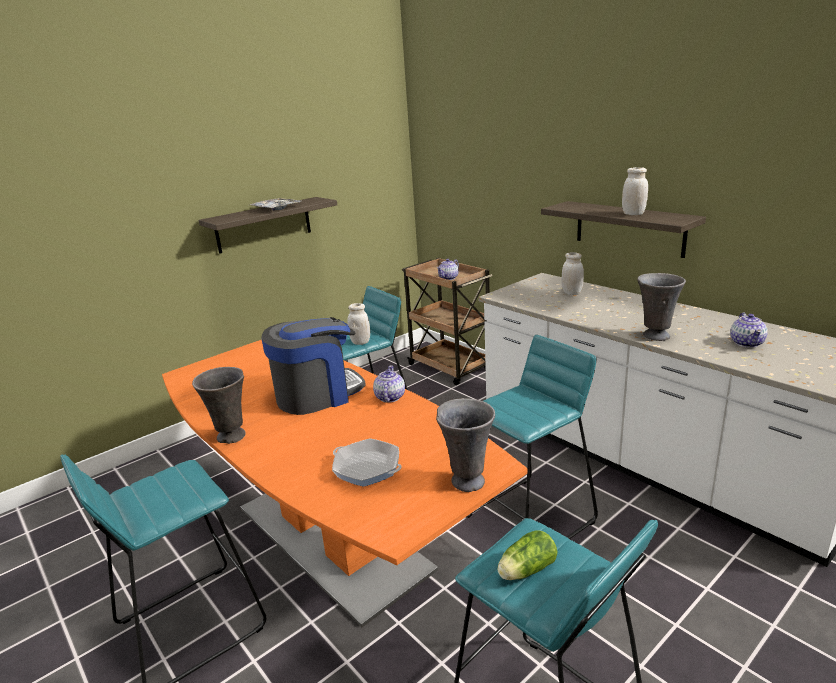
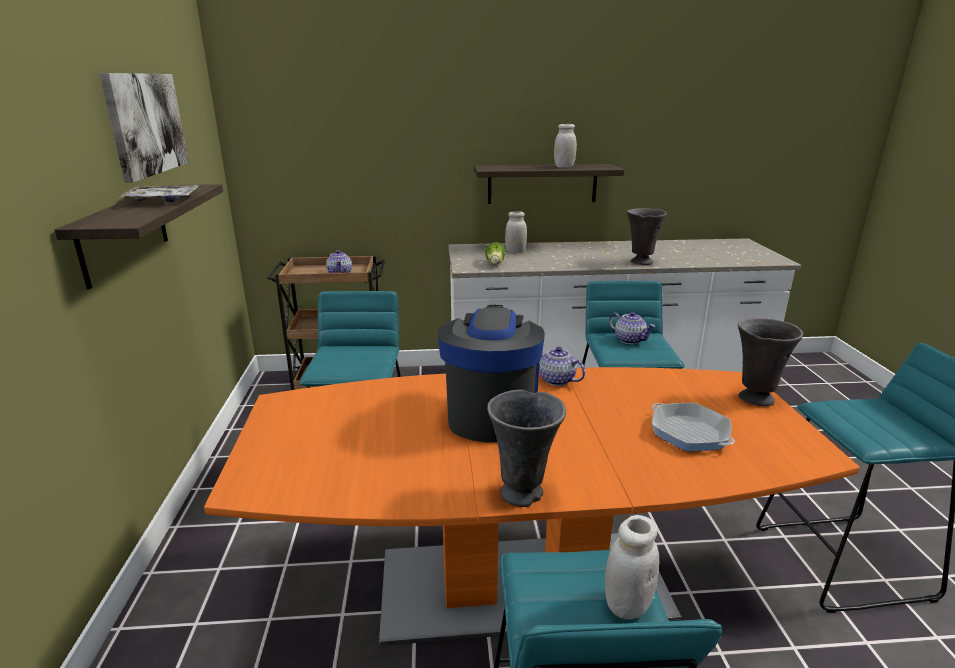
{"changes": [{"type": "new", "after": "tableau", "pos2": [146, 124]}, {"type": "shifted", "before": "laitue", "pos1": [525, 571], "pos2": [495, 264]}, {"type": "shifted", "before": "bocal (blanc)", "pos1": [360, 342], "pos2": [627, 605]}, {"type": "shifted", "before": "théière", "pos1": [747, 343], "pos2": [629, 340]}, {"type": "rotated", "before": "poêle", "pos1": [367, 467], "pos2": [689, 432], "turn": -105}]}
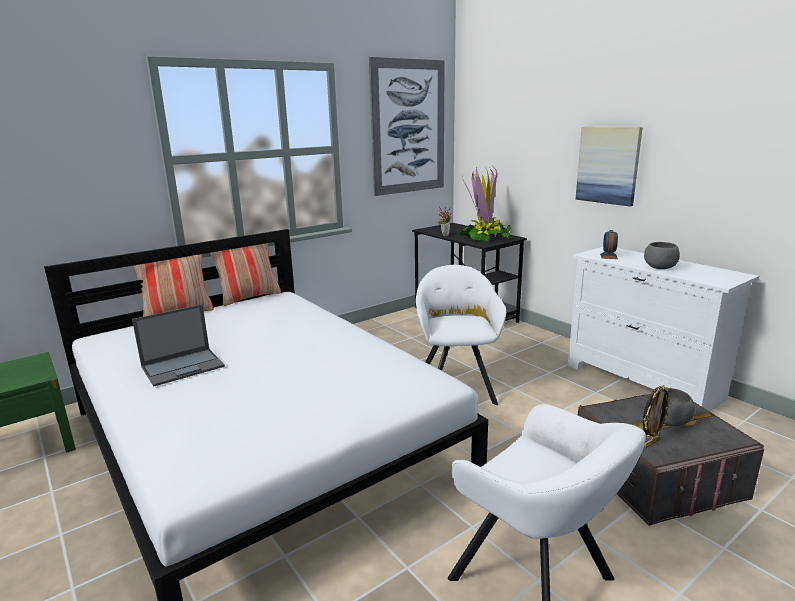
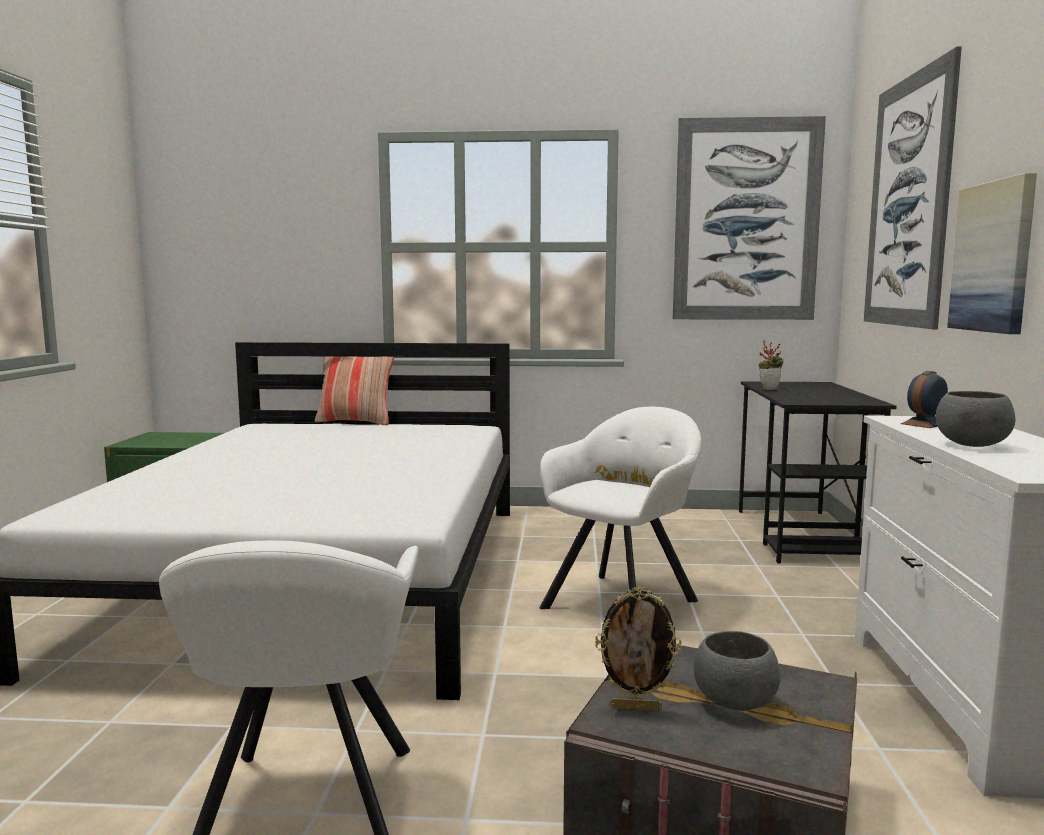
{"changes": [{"type": "new", "after": "tableau", "pos2": [908, 202]}, {"type": "gone", "before": "ordinateur portable", "pos1": [184, 366]}, {"type": "gone", "before": "coussin", "pos1": [249, 297]}, {"type": "gone", "before": "plante en pot", "pos1": [484, 237]}]}
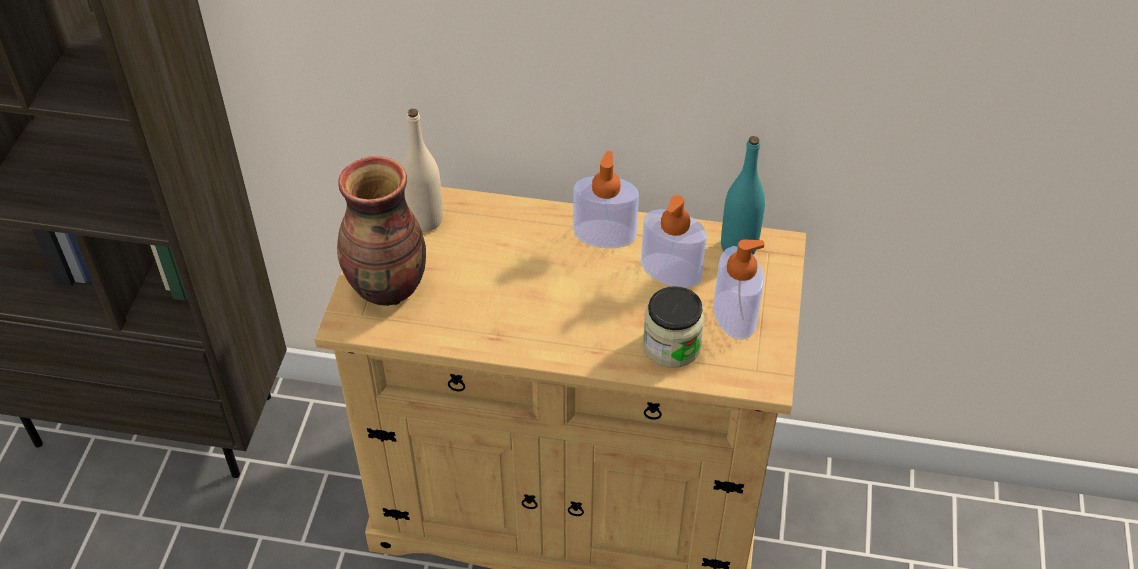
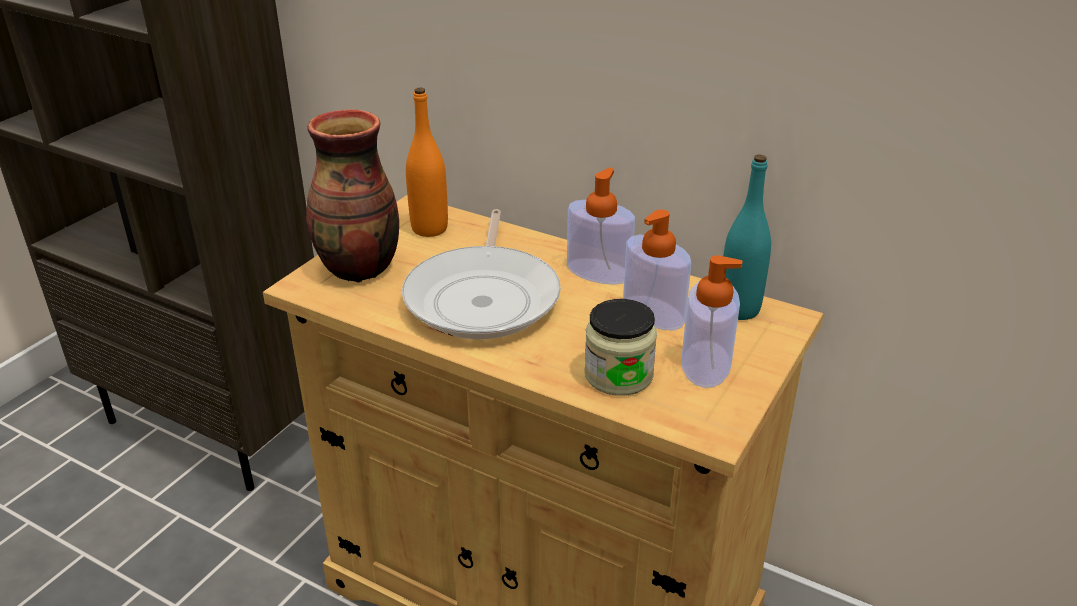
{"changes": [{"type": "new", "after": "poêle", "pos2": [484, 297]}, {"type": "repainted", "before": "bouteille (beige)", "after": "bouteille (orange)", "pos1": [425, 220], "pos2": [429, 229]}]}
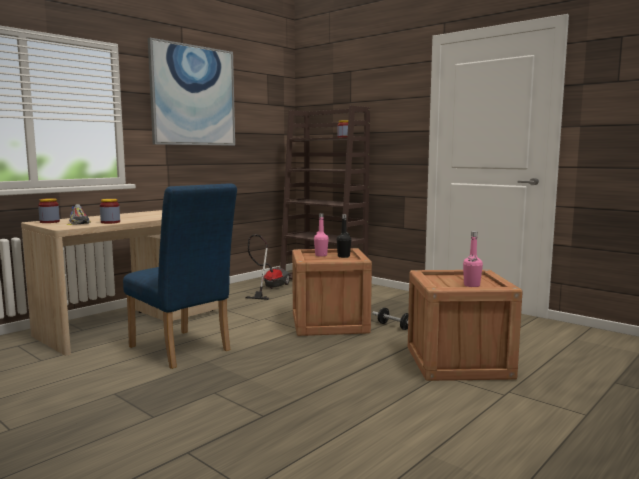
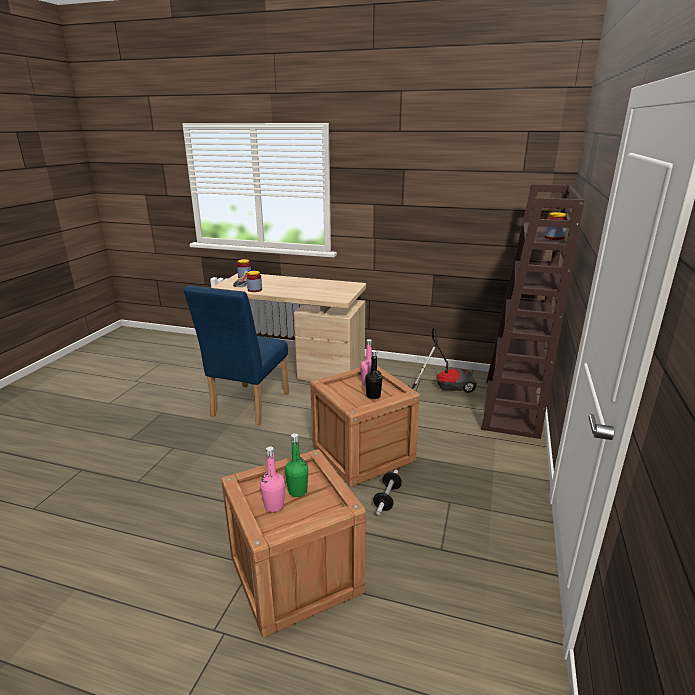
{"changes": [{"type": "new", "after": "bouteille (vert)", "pos2": [297, 491]}, {"type": "gone", "before": "tableau", "pos1": [193, 96]}]}
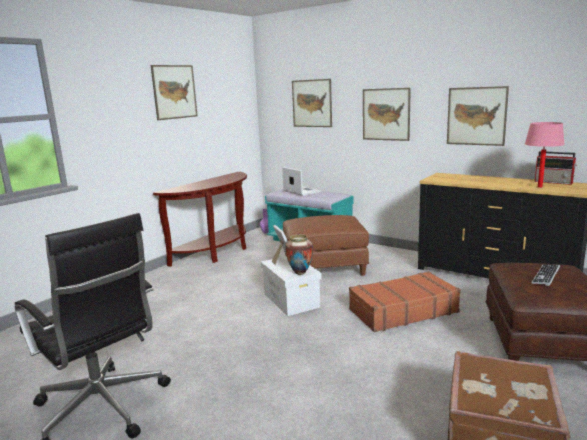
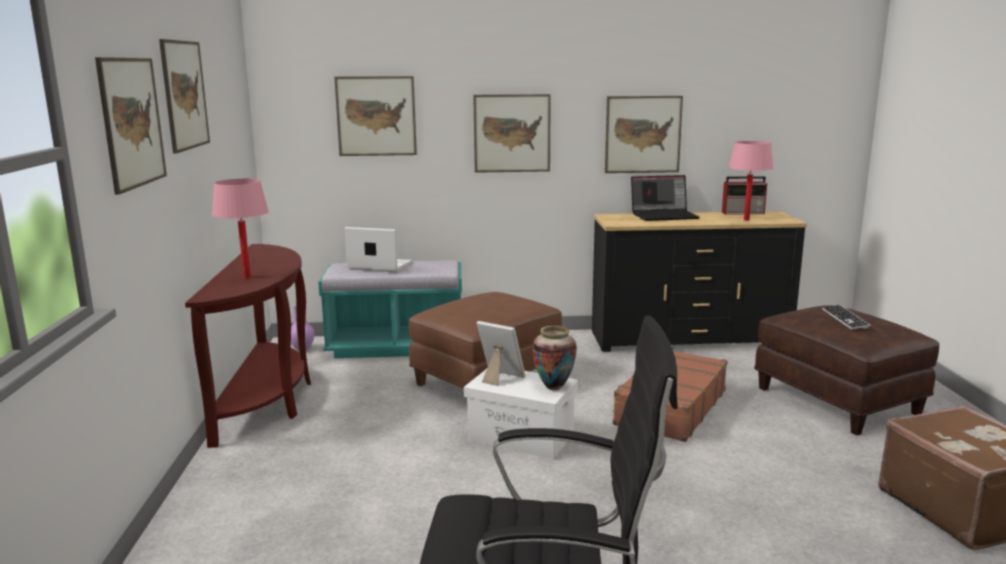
{"changes": [{"type": "new", "after": "tableau", "pos2": [132, 122]}, {"type": "new", "after": "lampe de table (rose)", "pos2": [247, 277]}, {"type": "new", "after": "ordinateur portable", "pos2": [664, 215]}]}
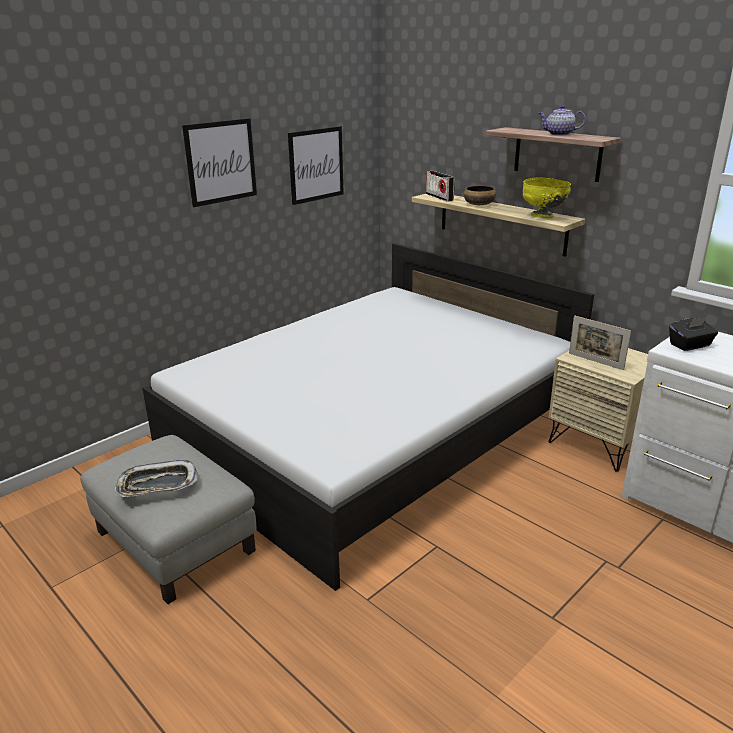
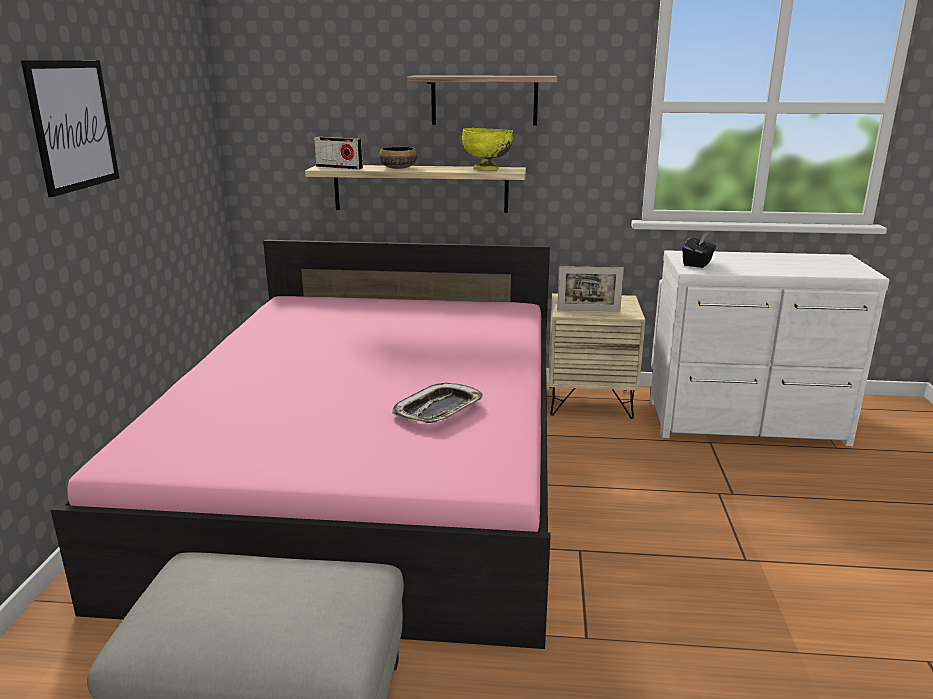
{"changes": [{"type": "repainted", "before": "lit (blanc)", "after": "lit (rose)", "pos1": [372, 432], "pos2": [370, 470]}, {"type": "shifted", "before": "plateau", "pos1": [157, 484], "pos2": [439, 410]}, {"type": "gone", "before": "tableau", "pos1": [316, 165]}, {"type": "gone", "before": "théière", "pos1": [558, 134]}]}
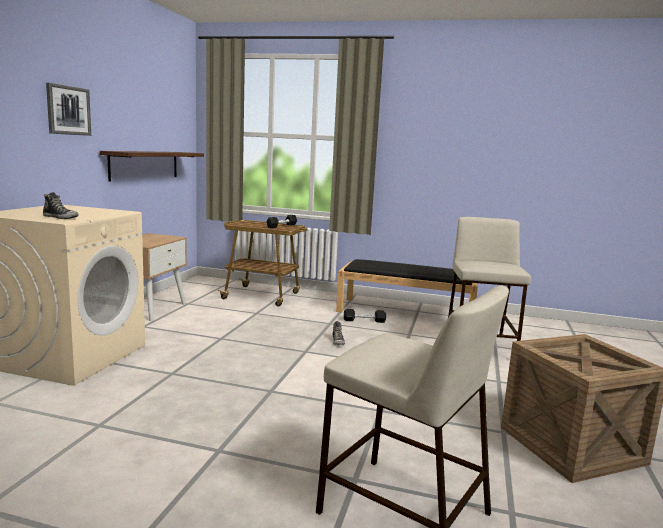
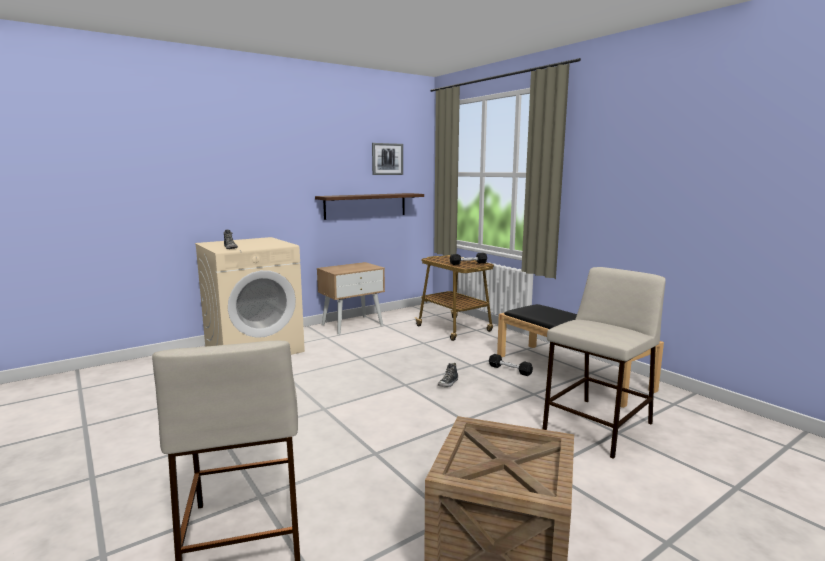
{"changes": [{"type": "shifted", "before": "tableau", "pos1": [68, 110], "pos2": [387, 159]}]}
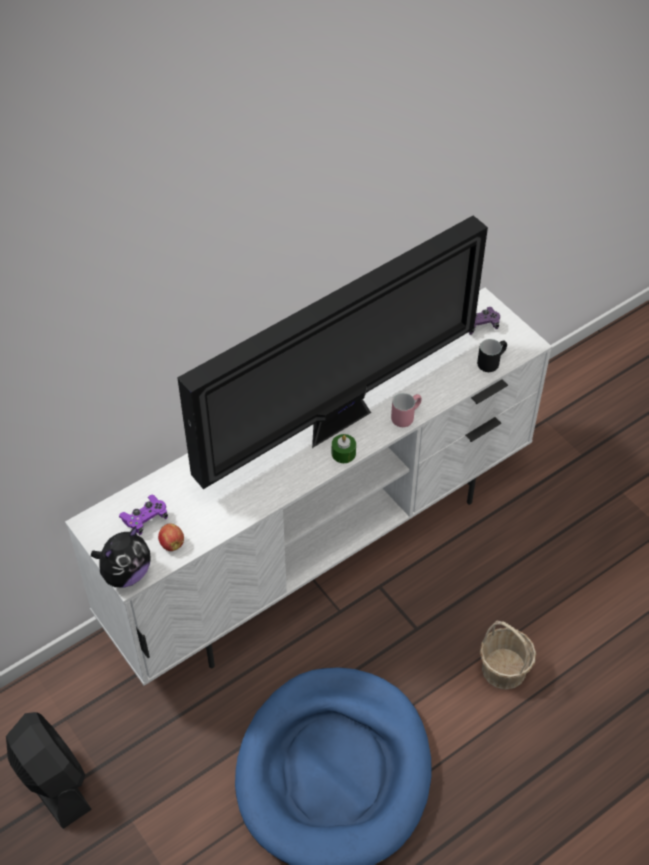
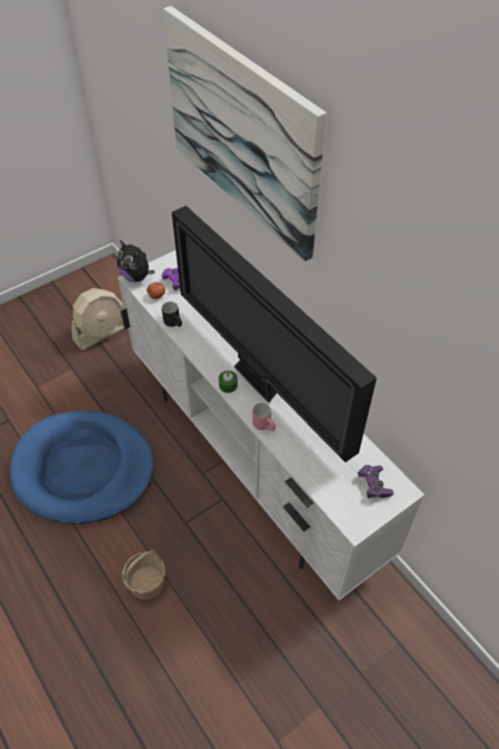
{"changes": [{"type": "repainted", "before": "ventilateur (noir)", "after": "ventilateur (beige)", "pos1": [52, 780], "pos2": [102, 332]}, {"type": "shifted", "before": "mug (noir)", "pos1": [490, 362], "pos2": [175, 323]}, {"type": "new", "after": "tableau", "pos2": [242, 132]}]}
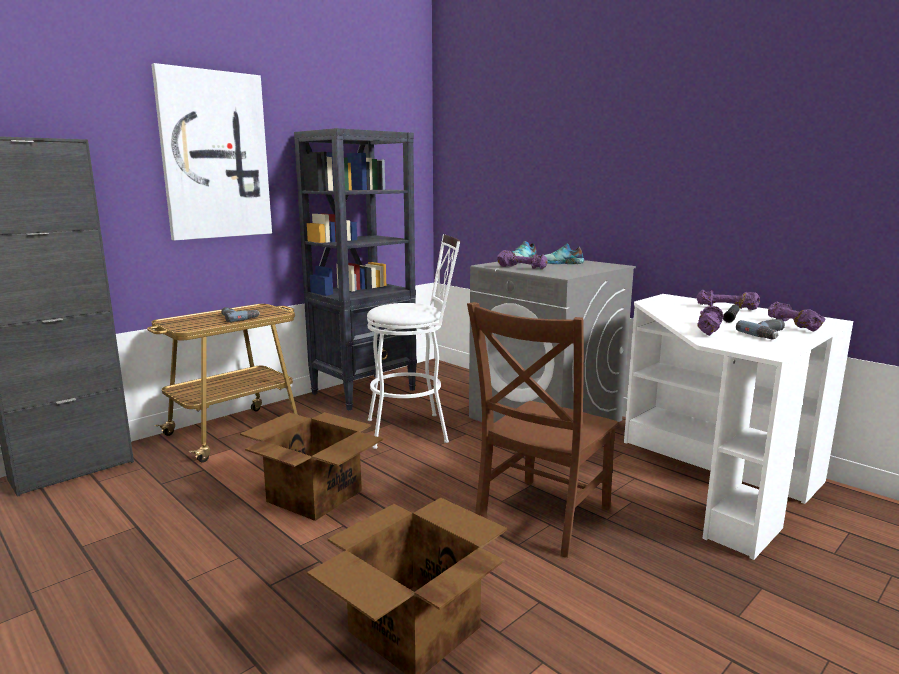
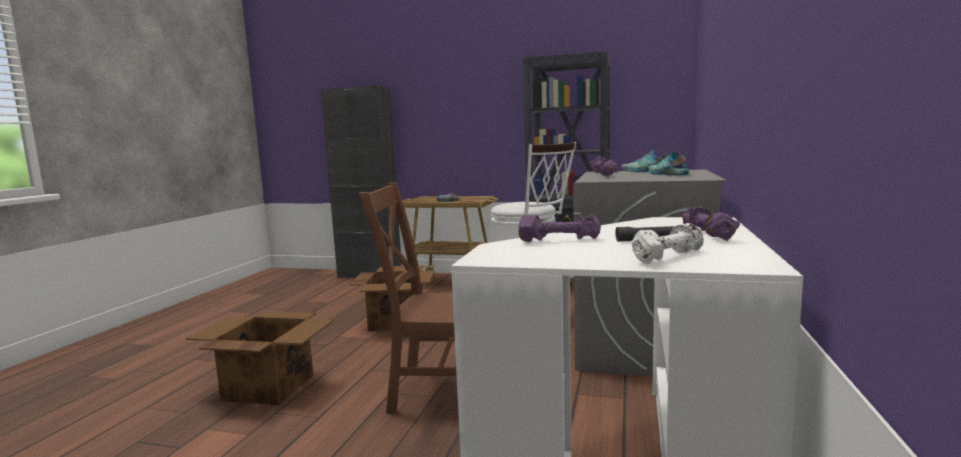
{"changes": [{"type": "repainted", "before": "haltère (violet)", "after": "haltère (blanc)", "pos1": [792, 325], "pos2": [667, 257]}, {"type": "gone", "before": "tableau", "pos1": [215, 156]}, {"type": "gone", "before": "perceuse", "pos1": [769, 334]}]}
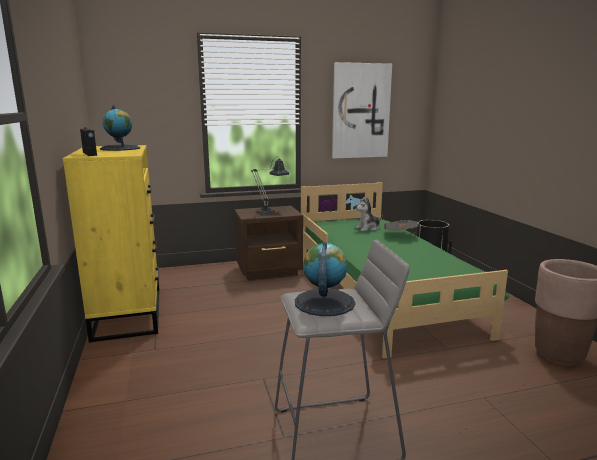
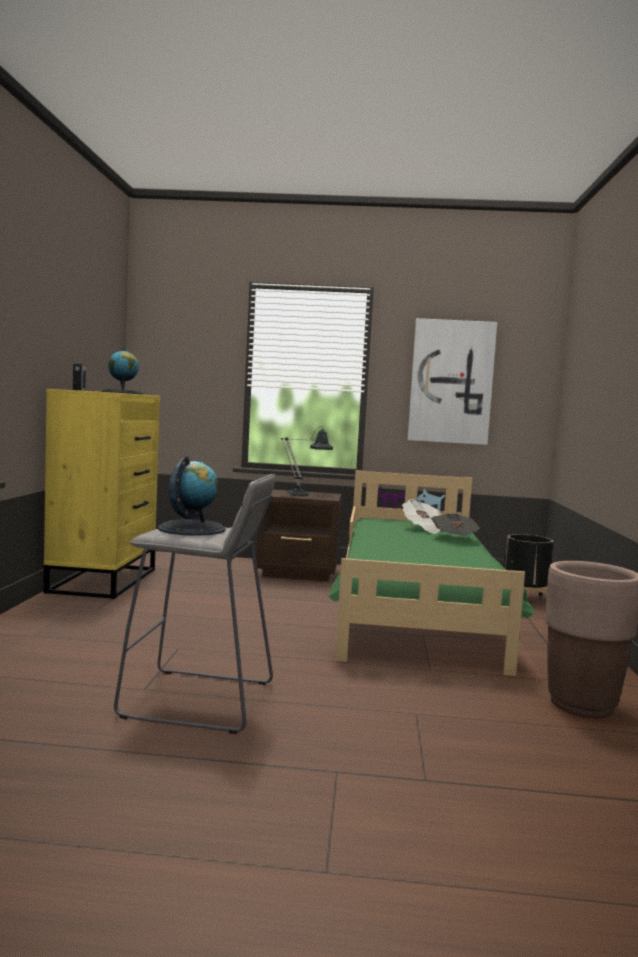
{"changes": [{"type": "swapped", "before": "peluche", "after": "journal", "pos1": [368, 228], "pos2": [424, 529]}]}
